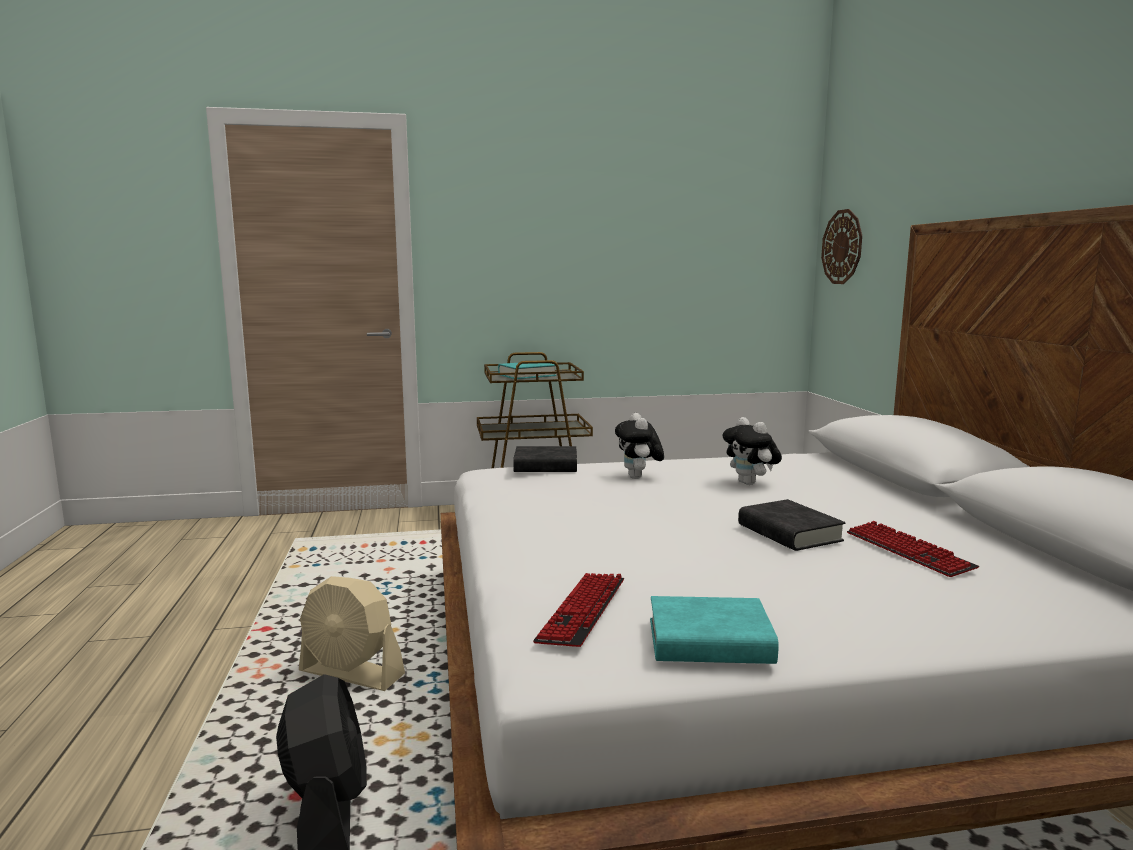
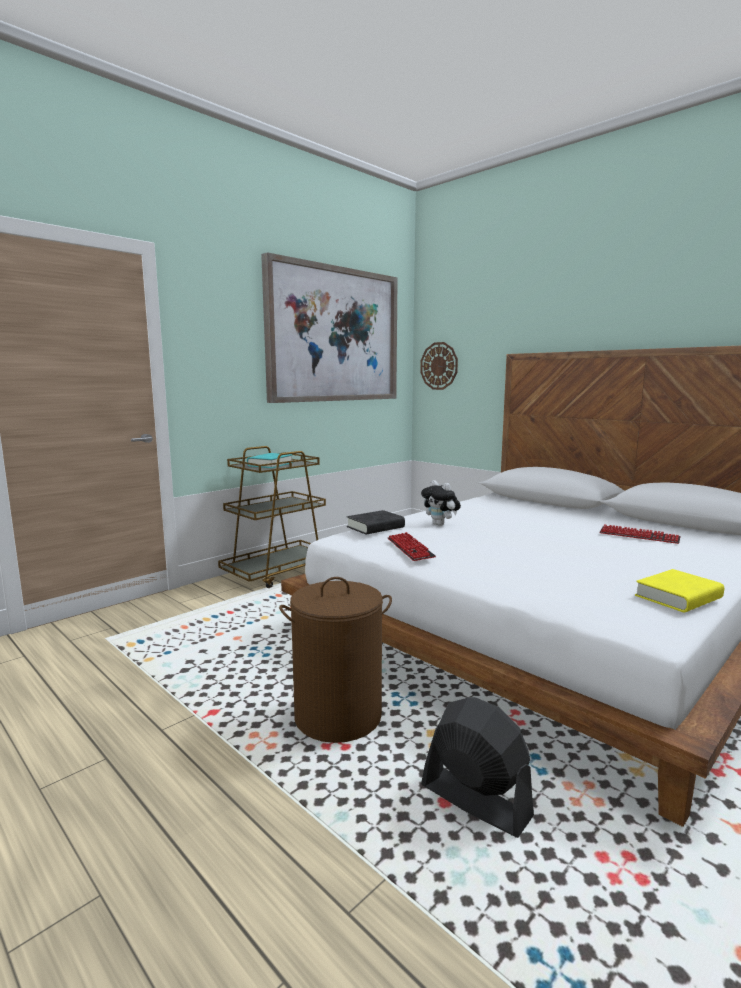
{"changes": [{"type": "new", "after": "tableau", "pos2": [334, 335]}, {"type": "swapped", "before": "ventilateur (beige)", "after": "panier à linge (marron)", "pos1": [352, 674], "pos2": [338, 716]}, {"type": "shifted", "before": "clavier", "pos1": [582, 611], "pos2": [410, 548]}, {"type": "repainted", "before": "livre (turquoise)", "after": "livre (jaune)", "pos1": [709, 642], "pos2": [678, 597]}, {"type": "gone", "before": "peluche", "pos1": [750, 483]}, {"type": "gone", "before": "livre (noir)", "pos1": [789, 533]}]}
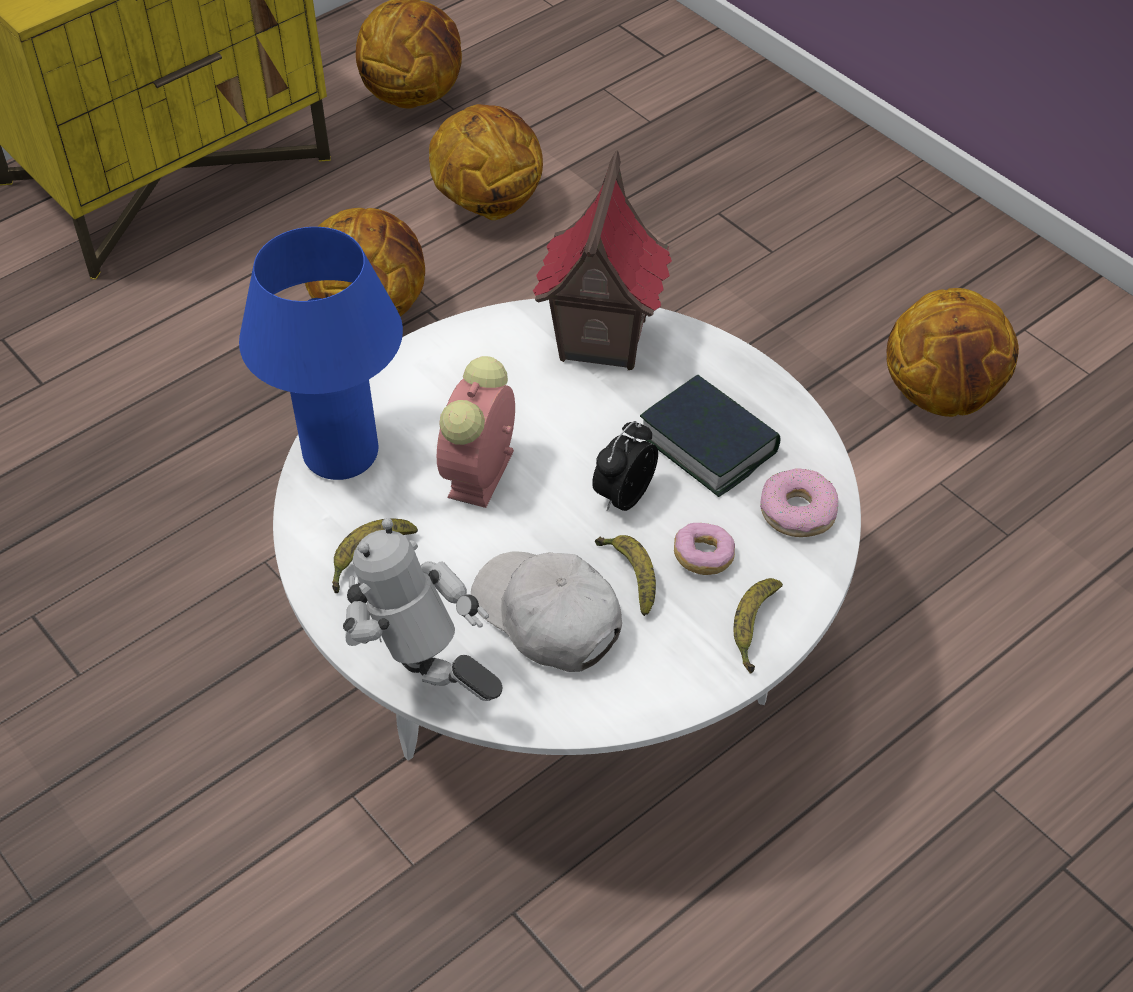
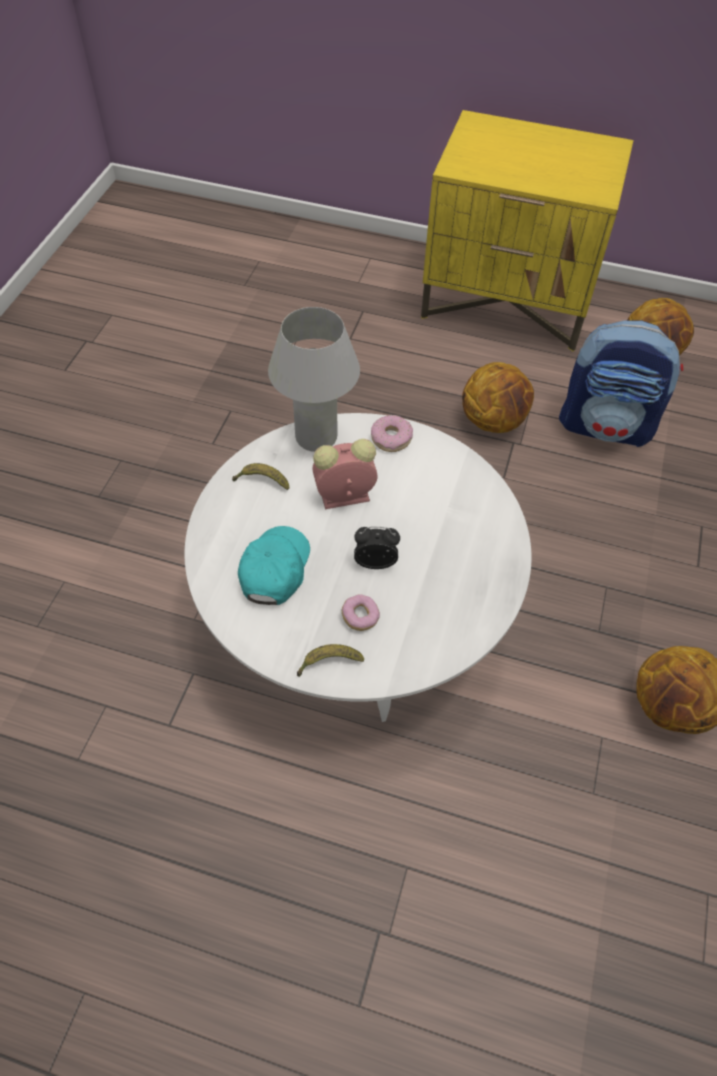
{"changes": [{"type": "repainted", "before": "casquette (blanc)", "after": "casquette (turquoise)", "pos1": [547, 618], "pos2": [274, 570]}, {"type": "repainted", "before": "lampe de table (bleu)", "after": "lampe de table (blanc)", "pos1": [341, 454], "pos2": [316, 437]}, {"type": "shifted", "before": "beignet", "pos1": [798, 511], "pos2": [391, 438]}, {"type": "swapped", "before": "ballon de basket", "after": "sac à dos", "pos1": [488, 204], "pos2": [606, 426]}, {"type": "gone", "before": "robot jouet", "pos1": [426, 685]}, {"type": "gone", "before": "maison miniature", "pos1": [600, 339]}, {"type": "gone", "before": "banane", "pos1": [630, 576]}, {"type": "gone", "before": "livre", "pos1": [708, 443]}]}
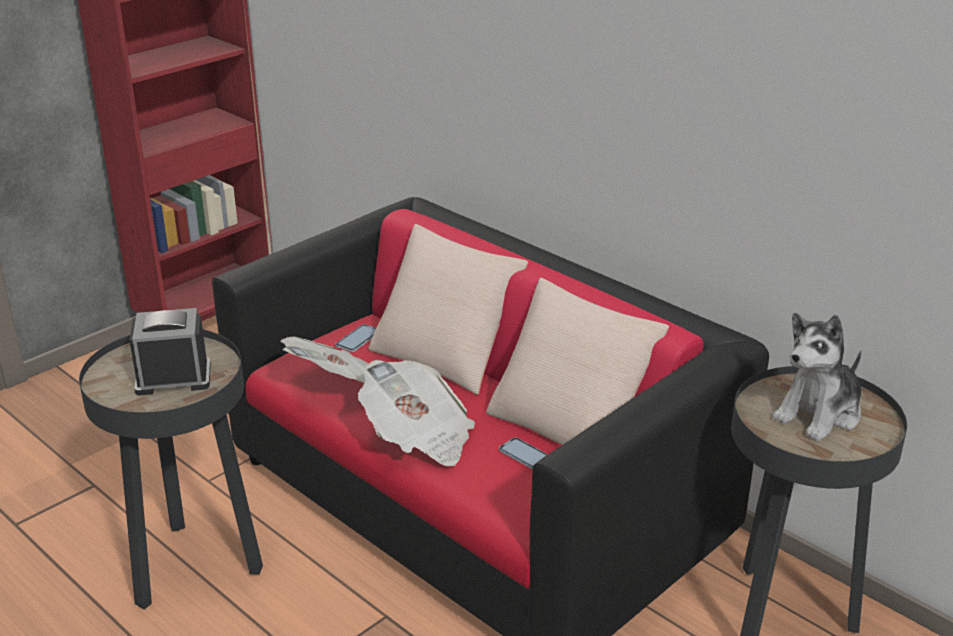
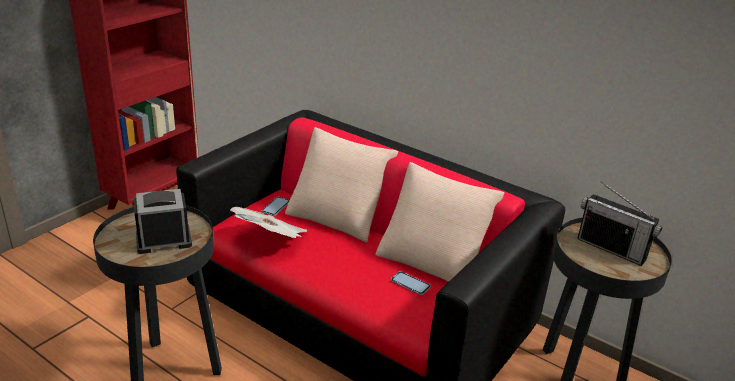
{"changes": [{"type": "swapped", "before": "peluche", "after": "radio", "pos1": [819, 414], "pos2": [611, 248]}, {"type": "gone", "before": "journal", "pos1": [418, 437]}]}
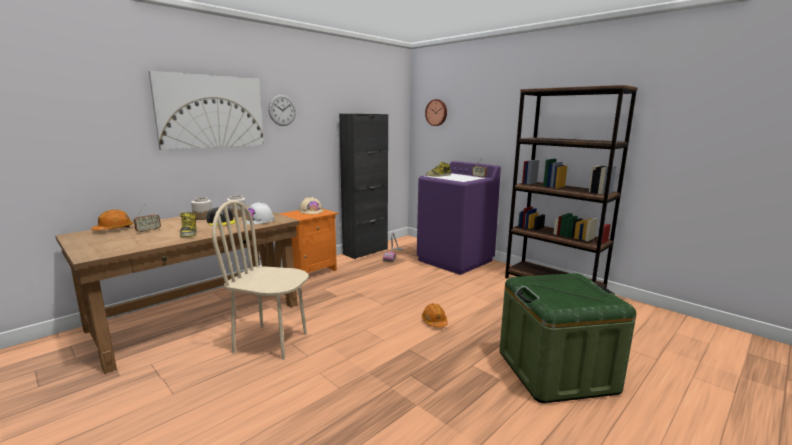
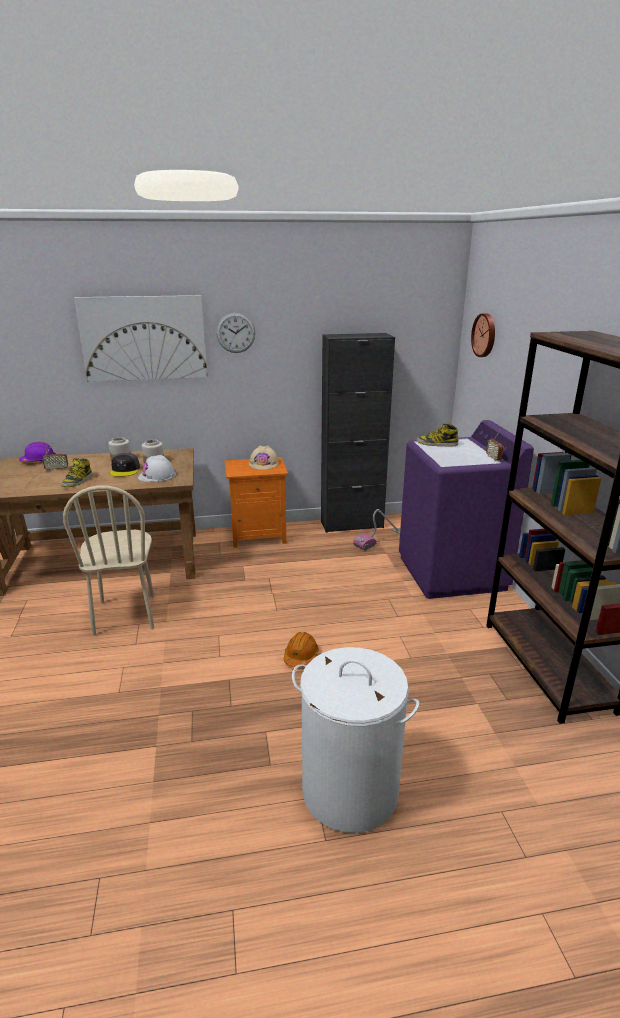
{"changes": [{"type": "repainted", "before": "casque de chantier (orange)", "after": "casque de chantier (violet)", "pos1": [114, 229], "pos2": [39, 460]}, {"type": "rotated", "before": "chaise (beige)", "pos1": [271, 342], "pos2": [125, 615], "turn": -150}, {"type": "swapped", "before": "boîte de rangement (vert)", "after": "panier à linge (blanc)", "pos1": [556, 371], "pos2": [349, 791]}]}
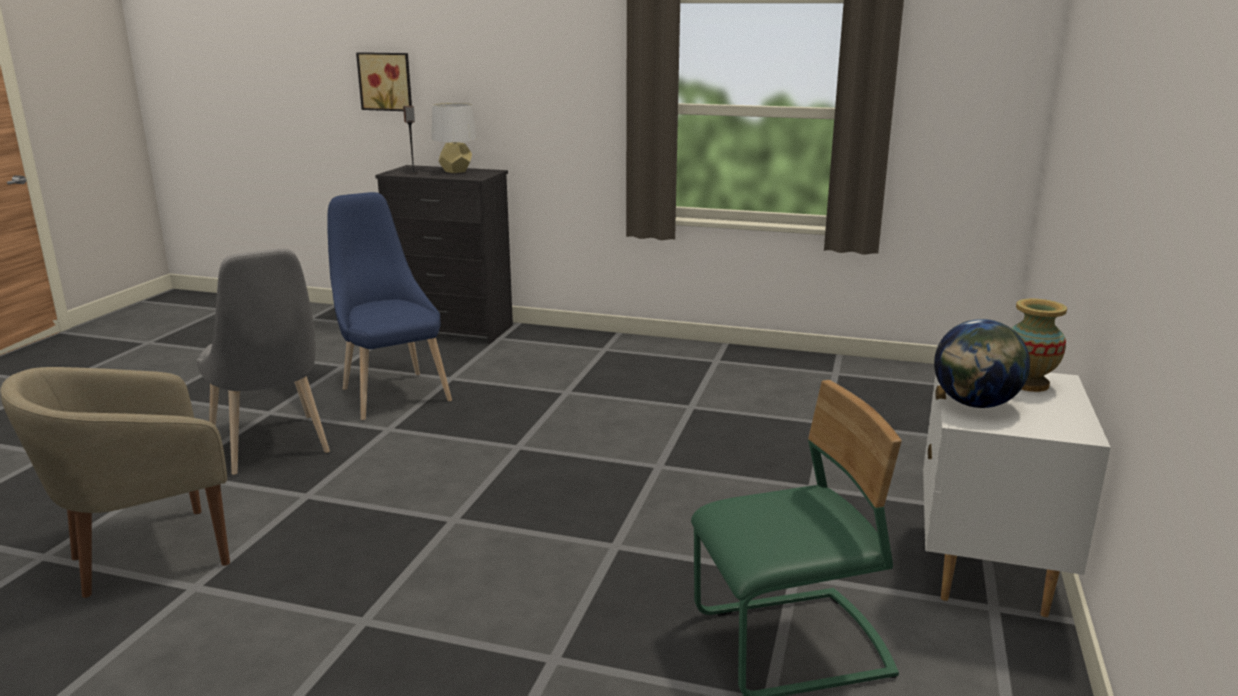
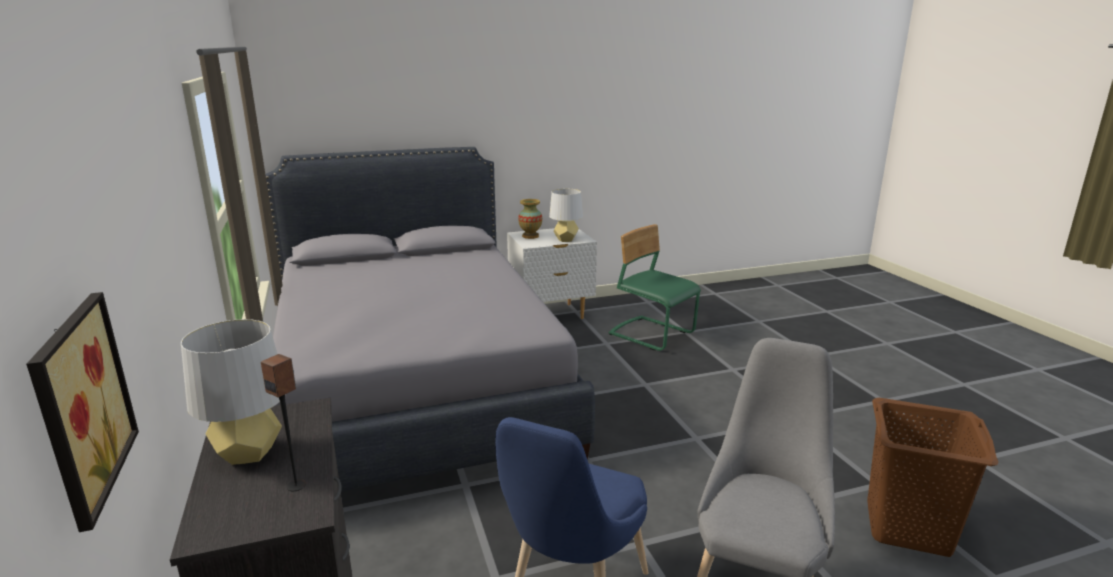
{"changes": [{"type": "new", "after": "lit (gris)", "pos2": [416, 388]}, {"type": "swapped", "before": "globe", "after": "lampe de table (gris)", "pos1": [975, 404], "pos2": [566, 240]}, {"type": "swapped", "before": "fauteuil (beige)", "after": "panier à linge (marron)", "pos1": [145, 556], "pos2": [908, 528]}]}
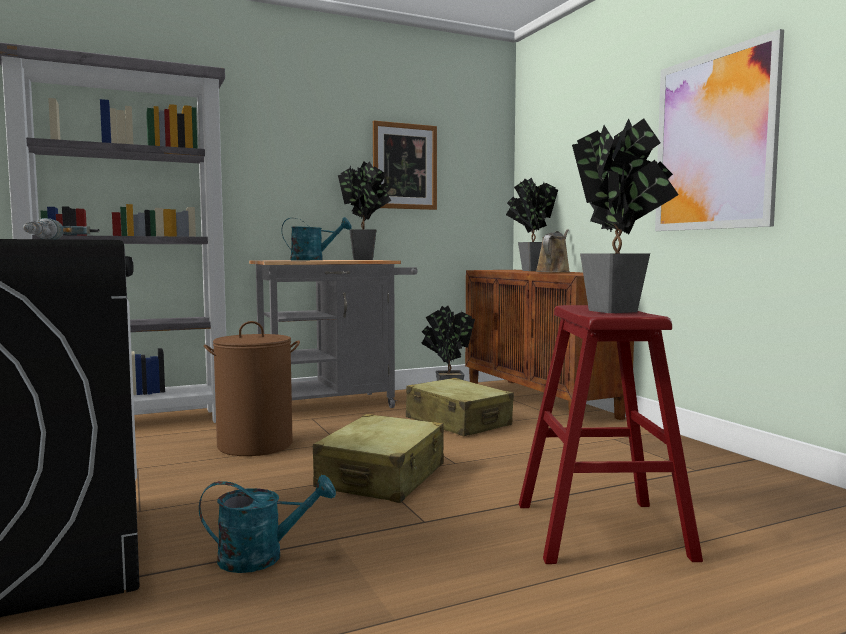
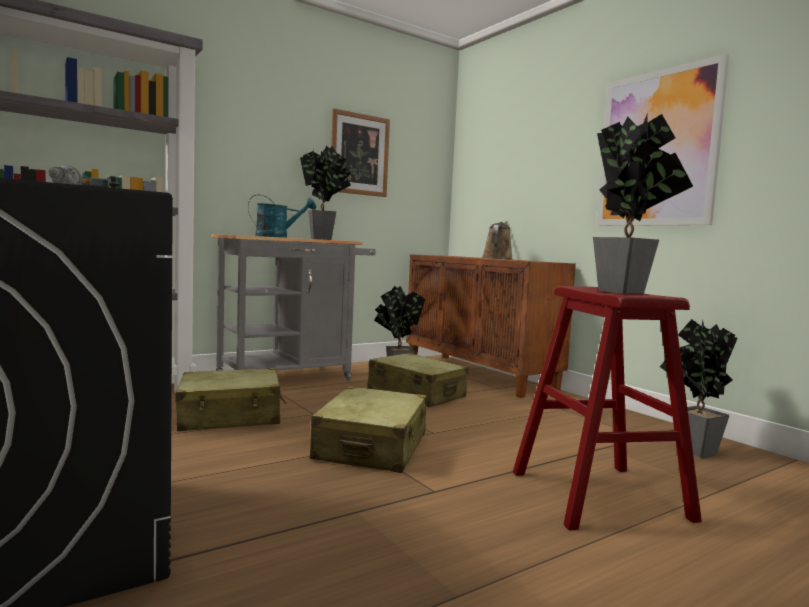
{"changes": [{"type": "swapped", "before": "panier à linge (marron)", "after": "valise (beige)", "pos1": [256, 445], "pos2": [230, 417]}, {"type": "shifted", "before": "plante en pot", "pos1": [529, 270], "pos2": [692, 451]}, {"type": "gone", "before": "arrosoir (turquoise)", "pos1": [262, 557]}]}
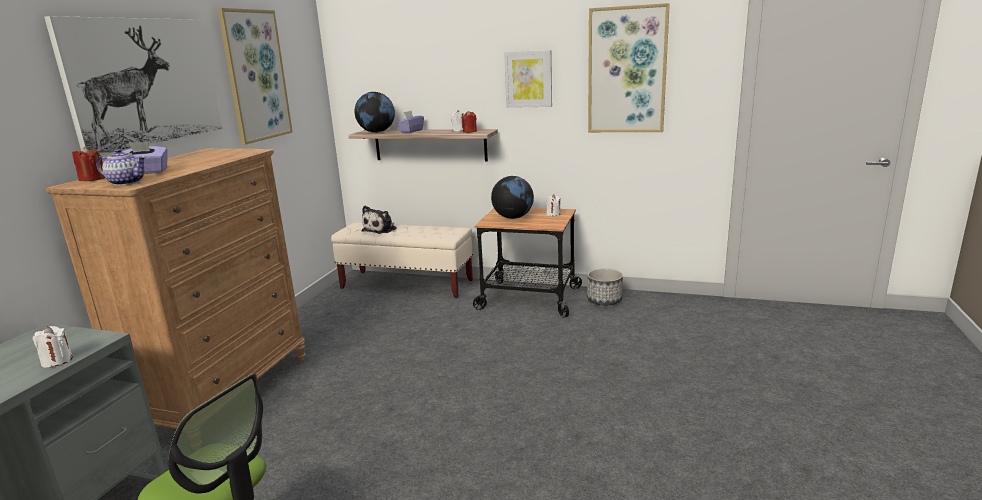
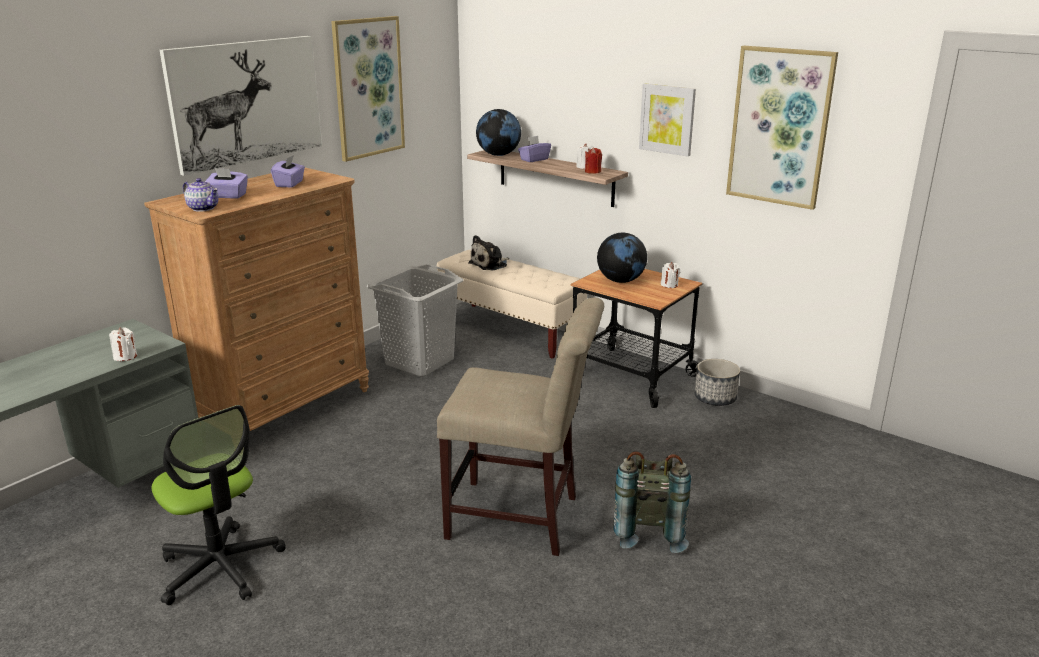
{"changes": [{"type": "new", "after": "boîte à mouchoirs (violet)", "pos2": [290, 184]}, {"type": "new", "after": "panier à linge (gris)", "pos2": [419, 362]}, {"type": "new", "after": "chaise (beige)", "pos2": [520, 519]}, {"type": "new", "after": "sac à dos (gris)", "pos2": [648, 530]}, {"type": "gone", "before": "bougie (rouge)", "pos1": [92, 179]}]}
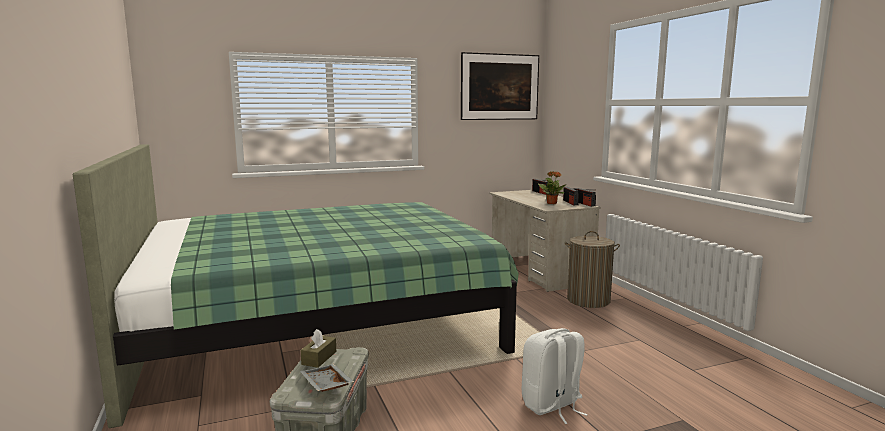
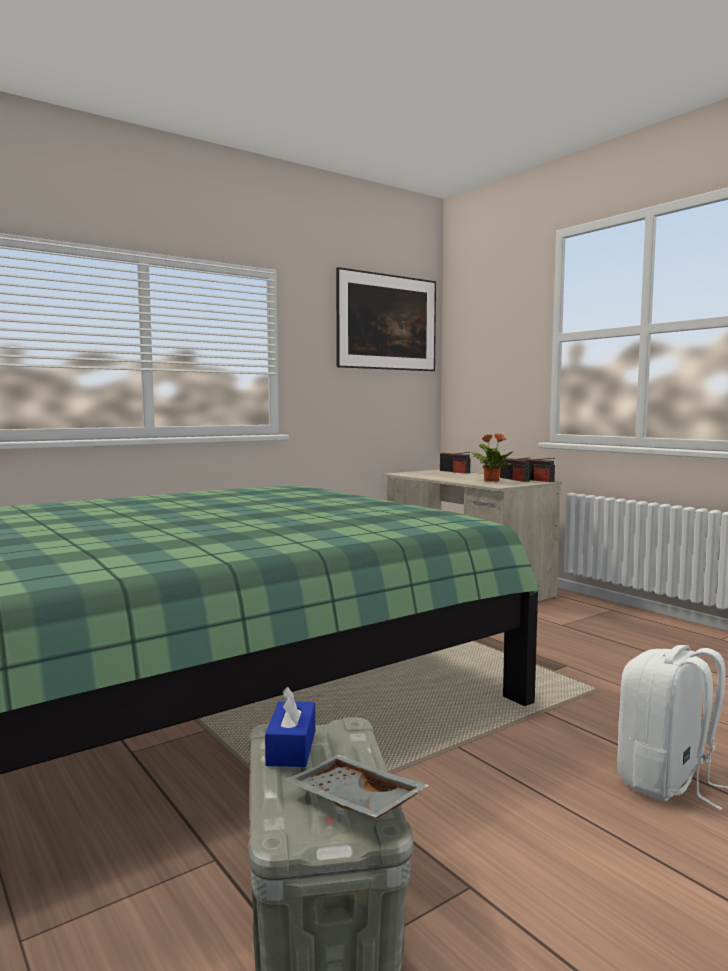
{"changes": [{"type": "repainted", "before": "boîte à mouchoirs (marron)", "after": "boîte à mouchoirs (bleu)", "pos1": [319, 358], "pos2": [291, 747]}, {"type": "gone", "before": "panier à linge", "pos1": [588, 300]}]}
